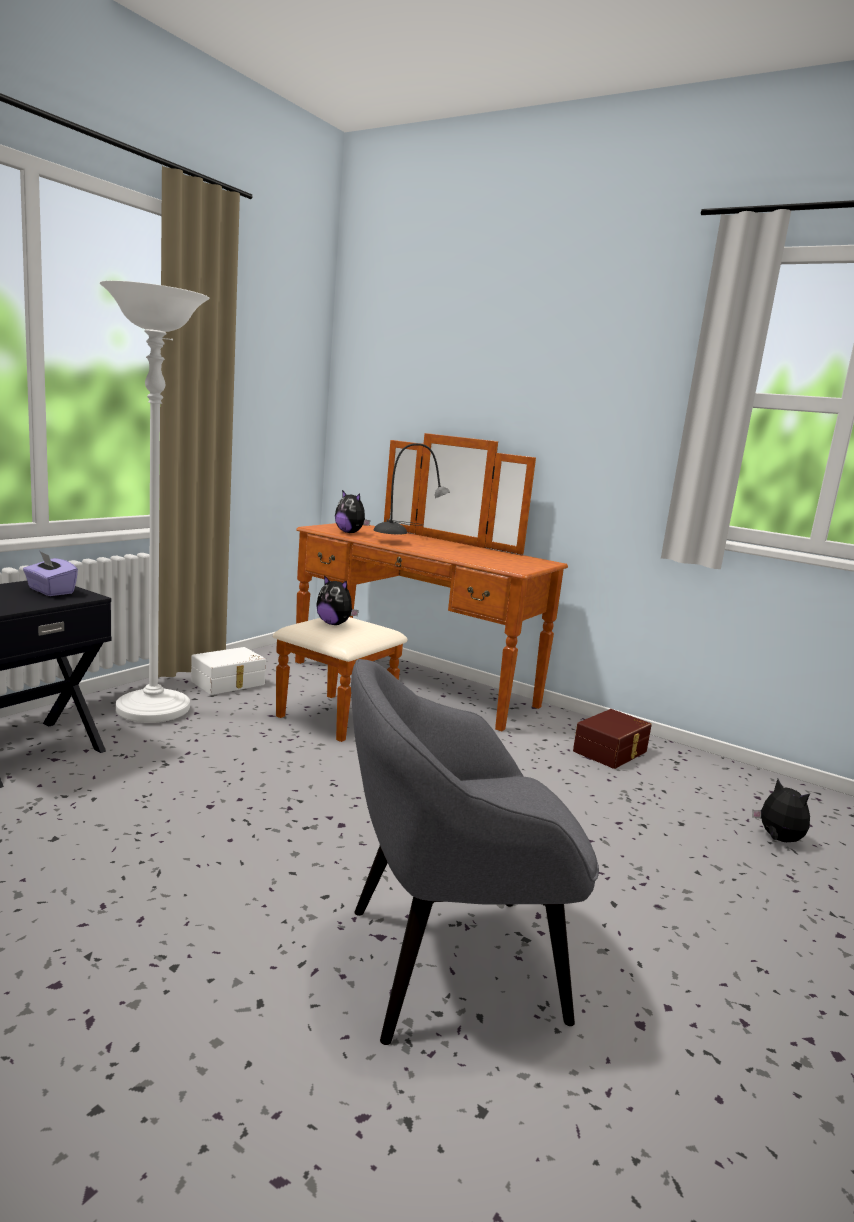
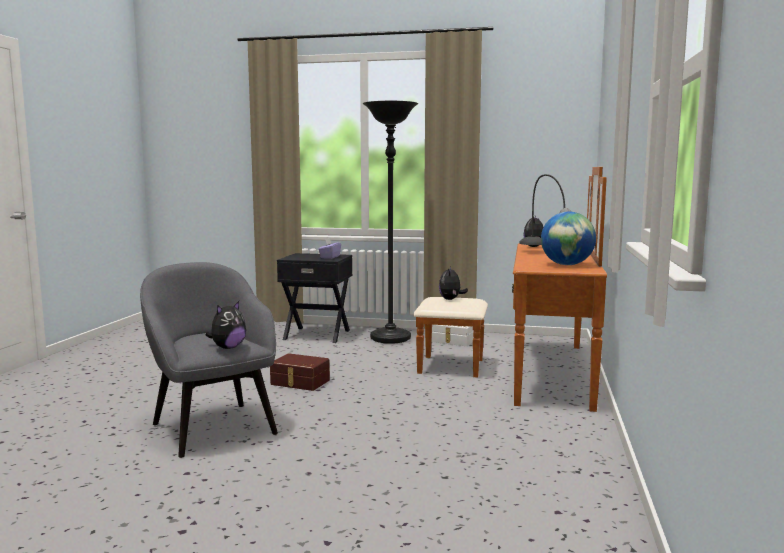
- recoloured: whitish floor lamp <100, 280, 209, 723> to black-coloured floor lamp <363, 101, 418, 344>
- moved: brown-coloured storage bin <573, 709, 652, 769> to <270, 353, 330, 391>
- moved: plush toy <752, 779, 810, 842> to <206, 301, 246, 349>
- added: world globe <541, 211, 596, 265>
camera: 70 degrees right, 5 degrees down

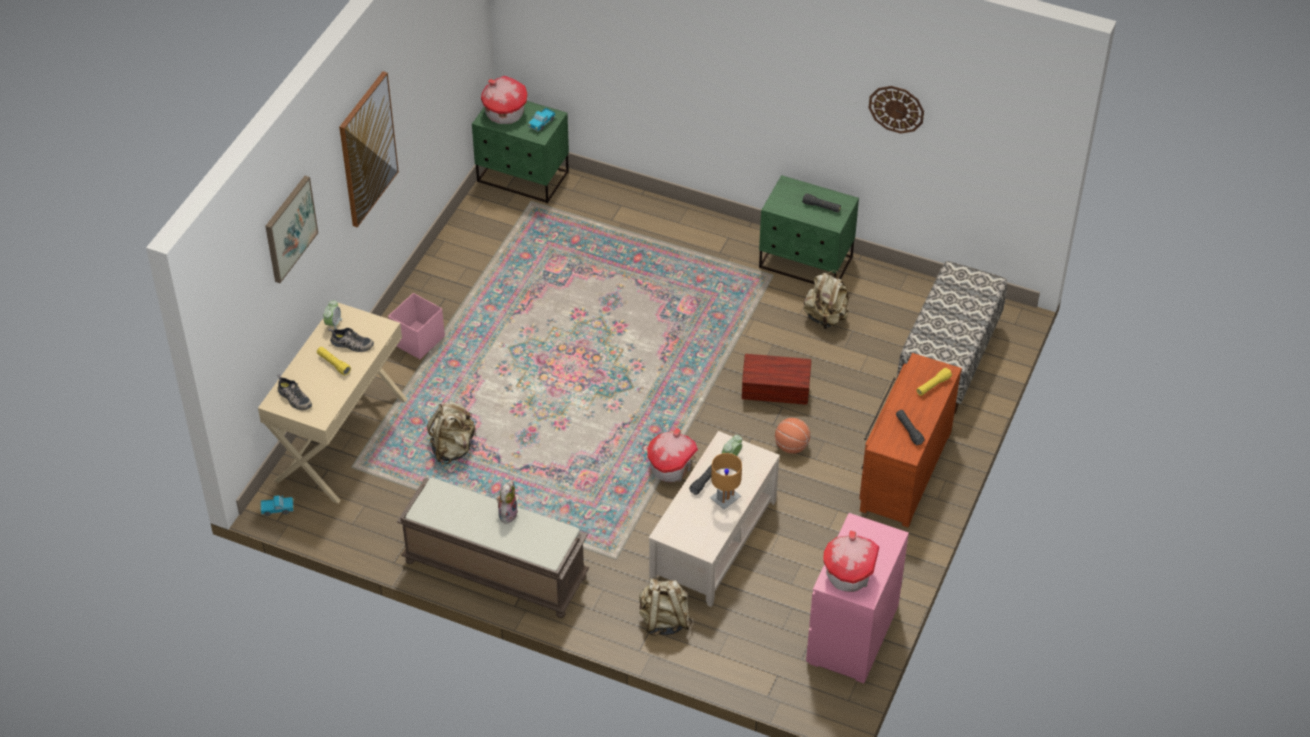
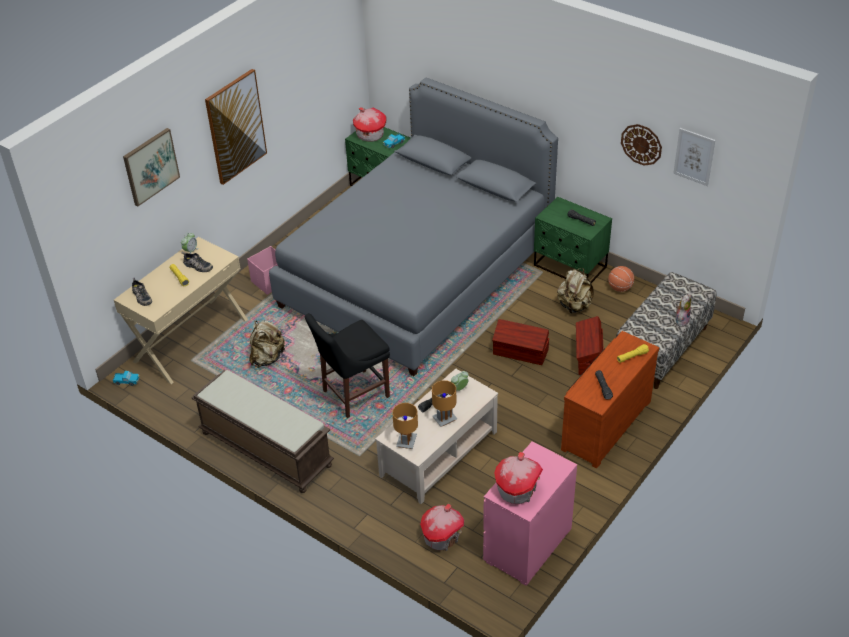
- moved: basketball ball <775, 418, 810, 454> to <608, 266, 634, 292>
- moved: model house <647, 428, 698, 482> to <420, 504, 464, 551>
- moved: plush toy <496, 480, 518, 524> to <676, 294, 691, 327>
- removed: sand-coloured knapsack <639, 577, 692, 636>
- added: grey bedroom bed <269, 78, 558, 376>
- added: wall art <673, 128, 715, 186>
- added: black-coloured chair <305, 313, 390, 418>
- added: brown-coloured storage bin <576, 316, 604, 375>
- added: brown-coloured table lamp <393, 403, 418, 449>
camera: 15 degrees right, 5 degrees down

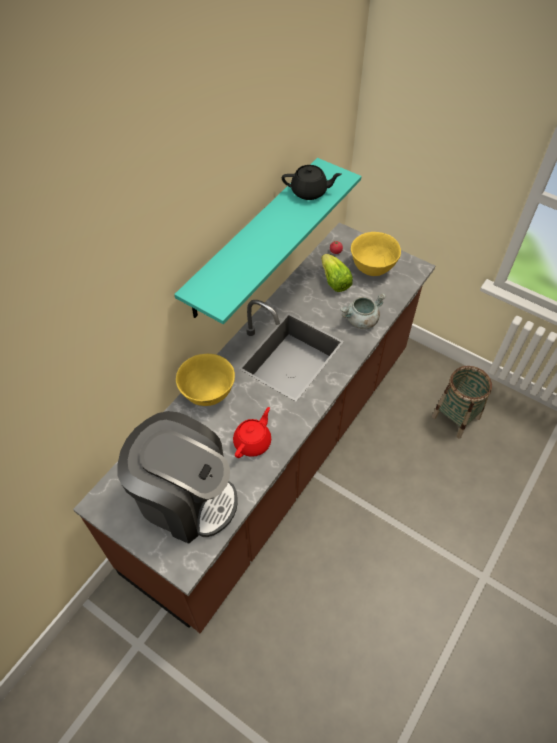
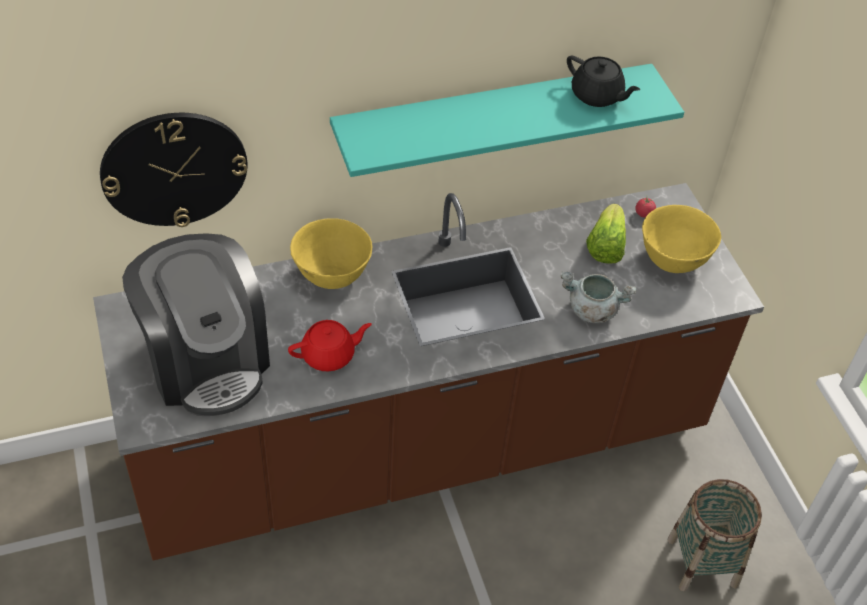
- added: hanging clock <100, 113, 248, 227>
camera: 35 degrees right, 5 degrees down

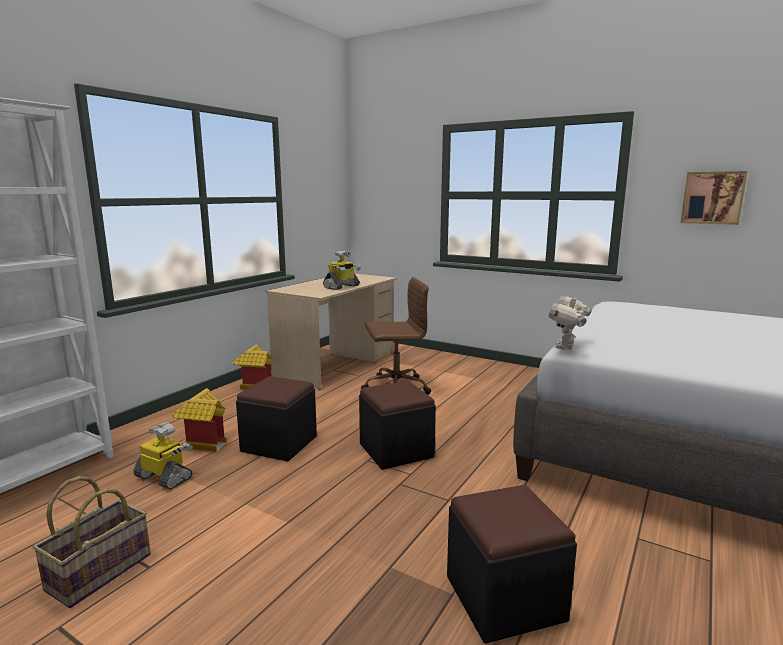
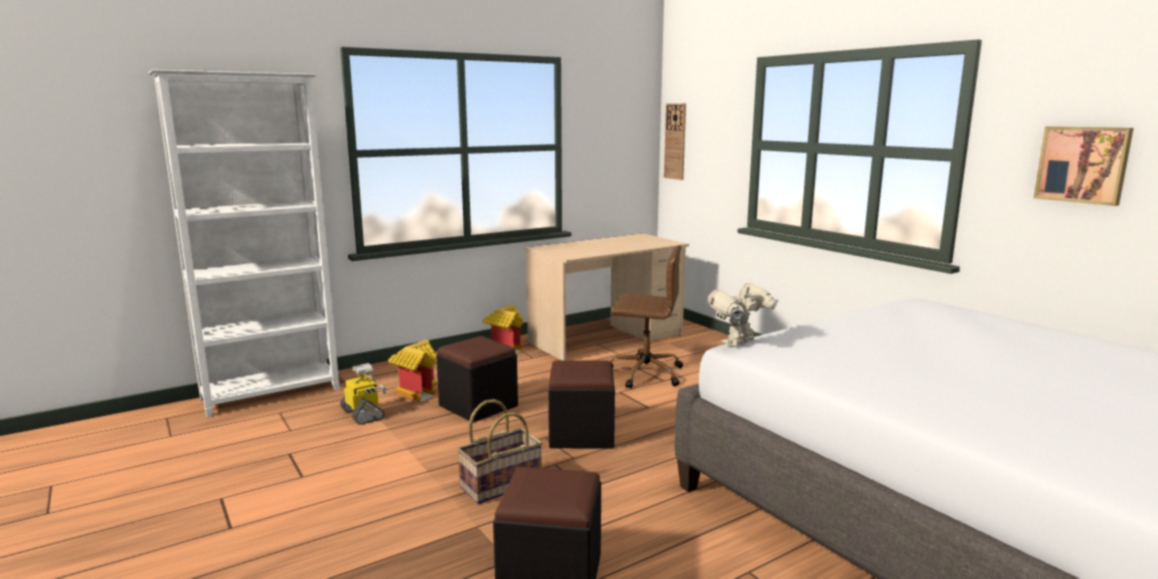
- removed: model robot <323, 251, 361, 290>
- moved: household basket <32, 476, 151, 608> to <457, 399, 543, 504>
- added: hanging clock <664, 103, 686, 180>
camera: 25 degrees right, 0 degrees up

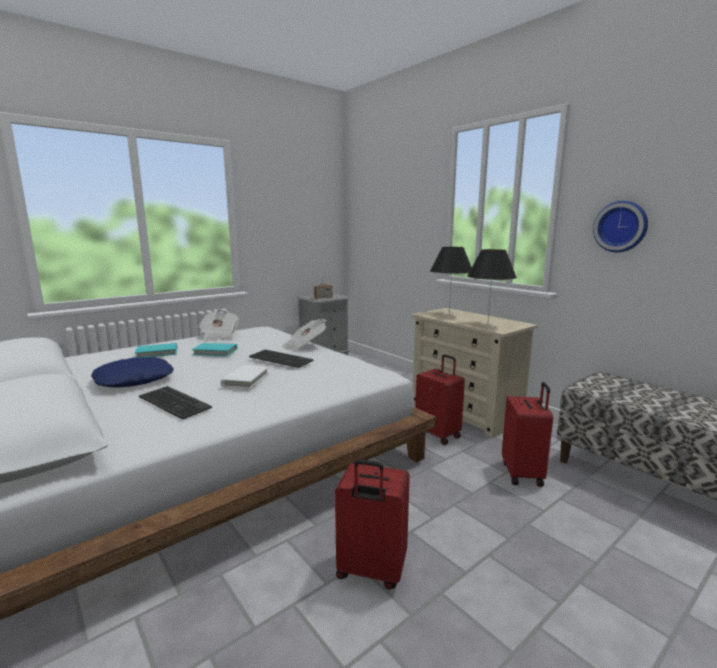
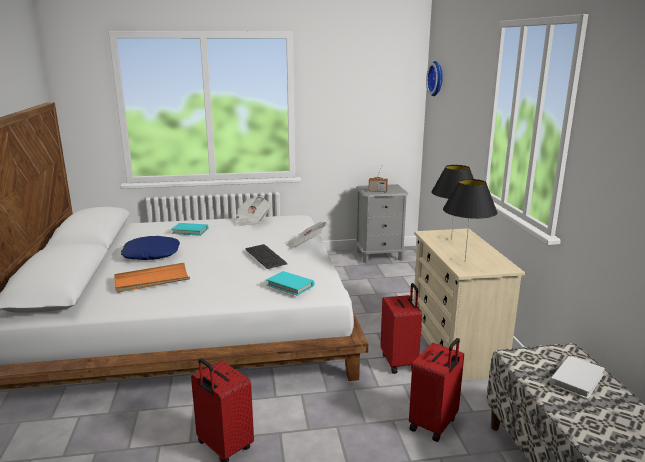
- moved: hanging clock <593, 201, 648, 252> to <426, 61, 443, 96>
- moved: turquoise-coloured bound book <192, 343, 237, 356> to <266, 271, 315, 296>
- moved: whitish bound book <221, 365, 269, 389> to <550, 356, 605, 399>
- replaced: PC keyboard <139, 386, 212, 420> to orange carrying tray <114, 263, 190, 293>
camera: 30 degrees right, 5 degrees up

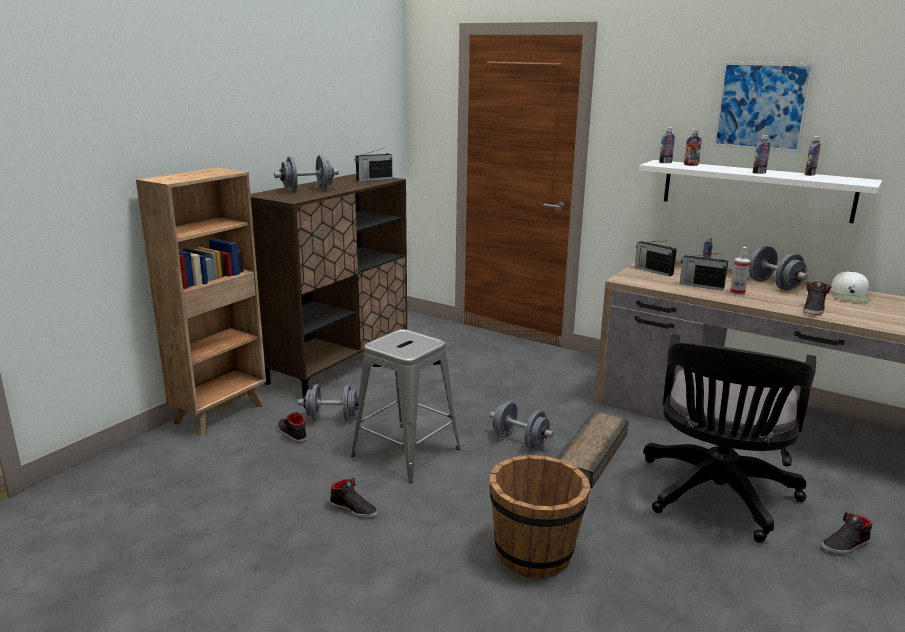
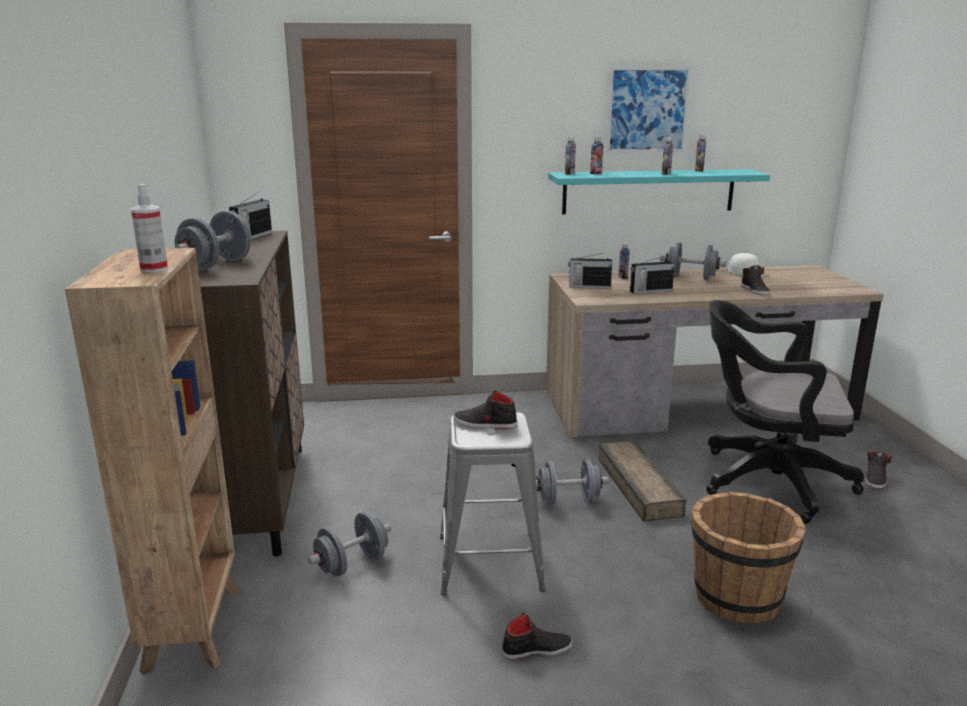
- recoloured: whitish wall shelf <639, 160, 882, 223> to turquoise-coloured wall shelf <548, 169, 770, 214>
- moved: spray bottle <730, 247, 750, 295> to <131, 184, 168, 273>
- turned: black-coloured desk chair <643, 334, 816, 543> = <706, 300, 864, 524> 120 degrees clockwise
- moved: black-coloured shoe <278, 412, 307, 443> to <453, 390, 517, 429>
camera: 40 degrees left, 0 degrees up

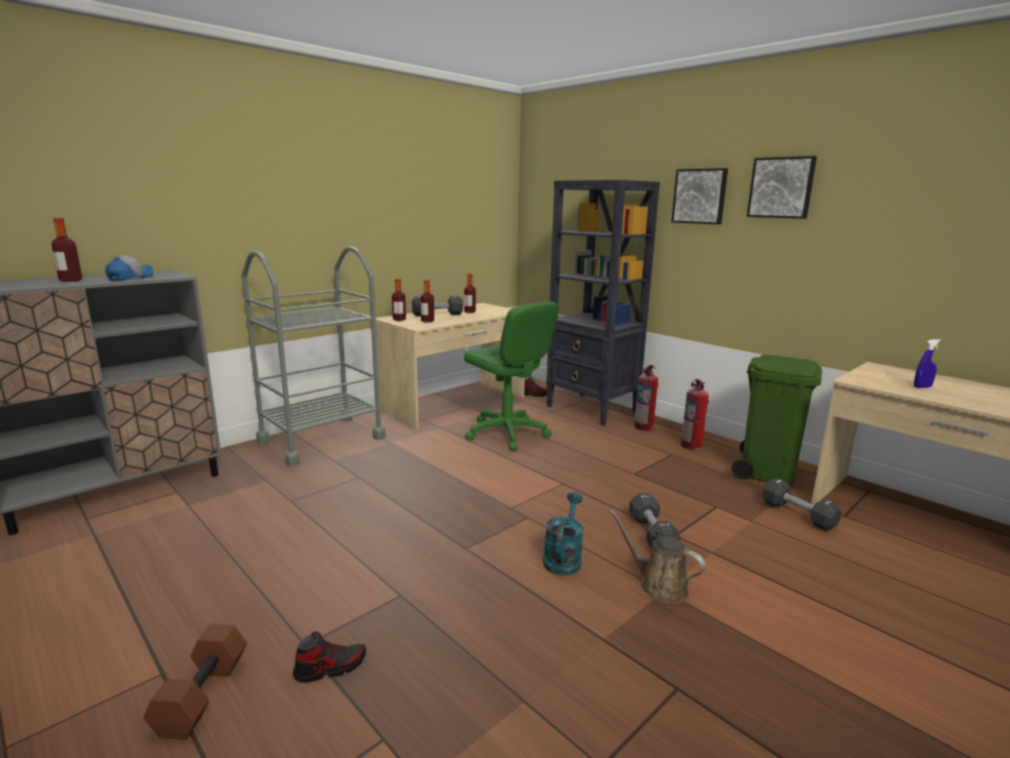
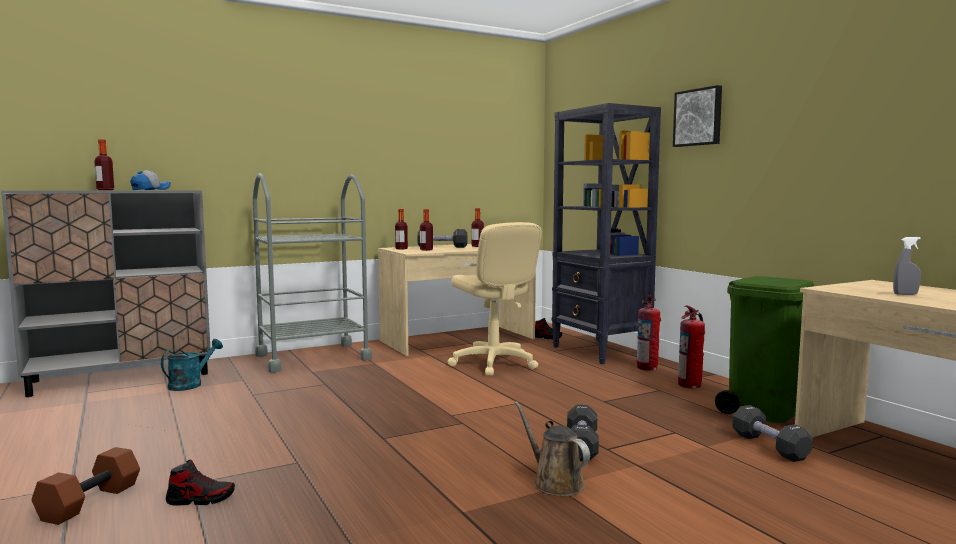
- removed: wall art <747, 156, 817, 219>
- recoloured: green-coloured desk chair <464, 301, 559, 450> to sand-coloured desk chair <448, 222, 542, 376>
- recoloured: blue spray bottle <914, 339, 941, 388> to grey spray bottle <893, 237, 921, 295>
- moved: turquoise-coloured watering can <543, 492, 584, 575> to <161, 339, 223, 391>
camera: 15 degrees right, 10 degrees down

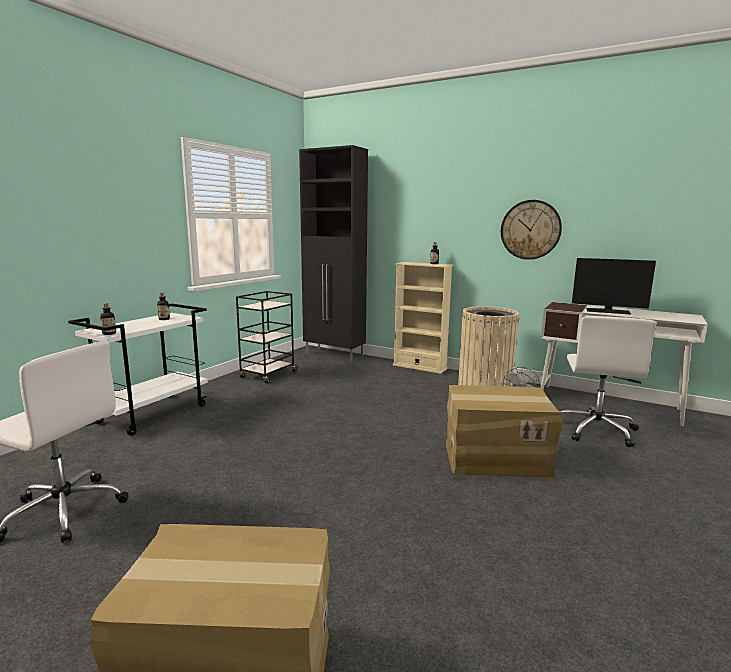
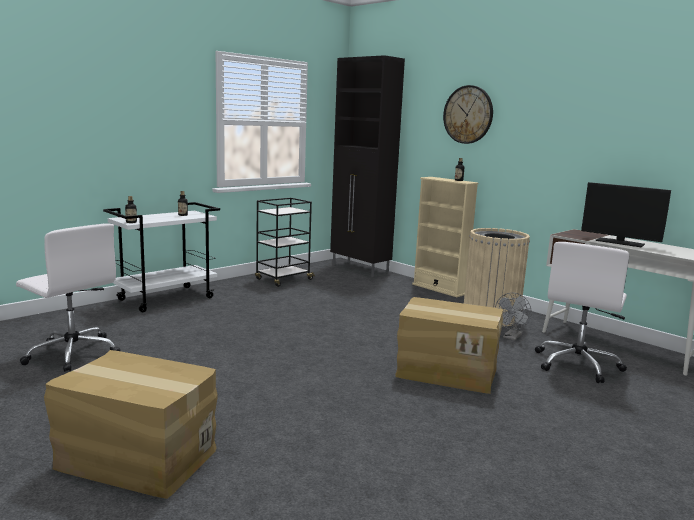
- moved: hanging clock <501, 200, 562, 260> to <443, 85, 493, 144>
camera: 15 degrees right, 0 degrees up

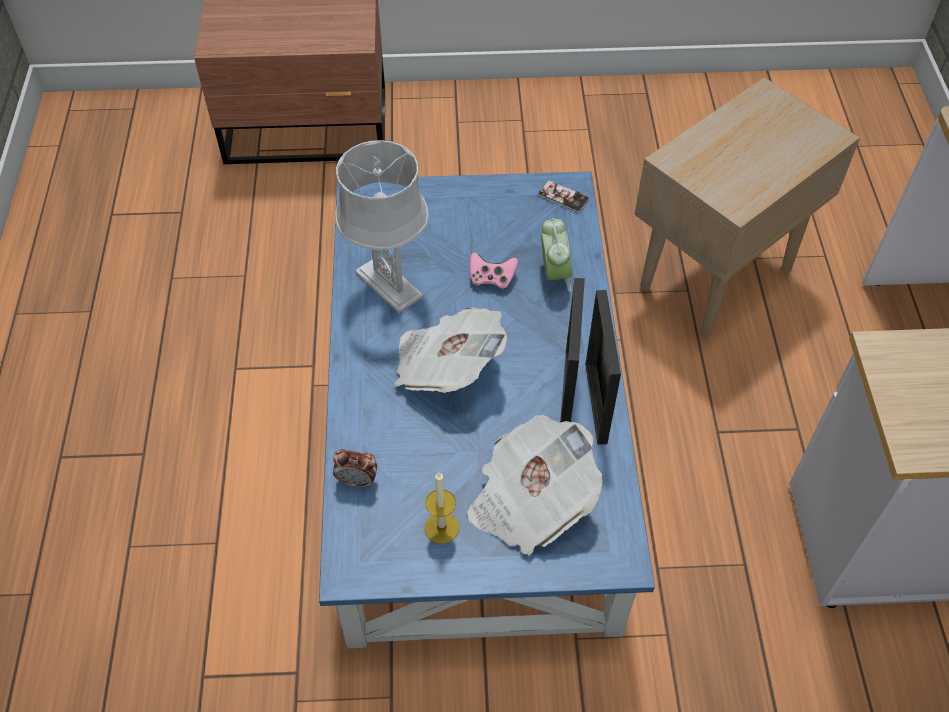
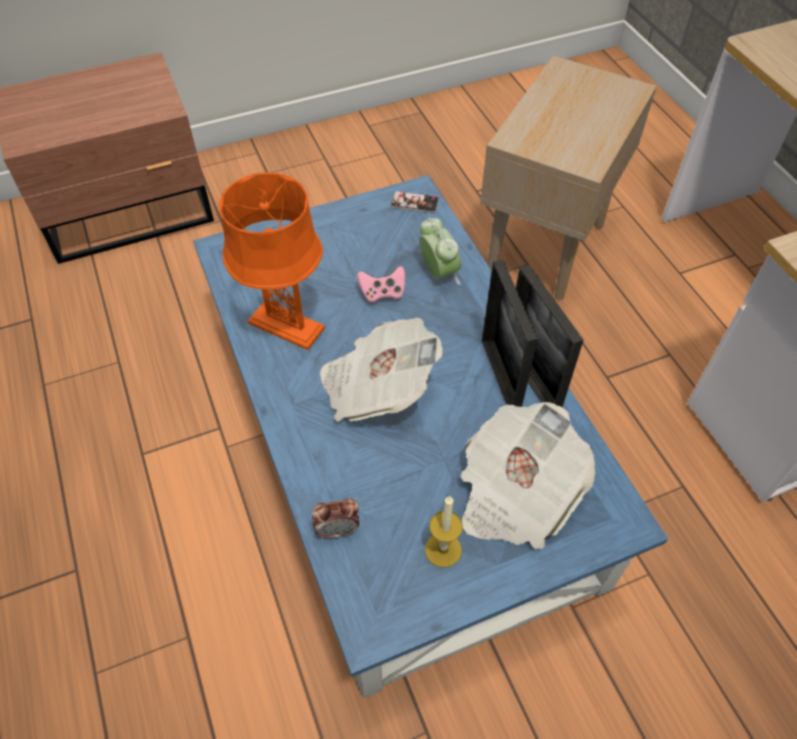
- recoloured: grey table lamp <335, 140, 429, 313> to orange table lamp <219, 172, 325, 350>
camera: 20 degrees left, 0 degrees up

